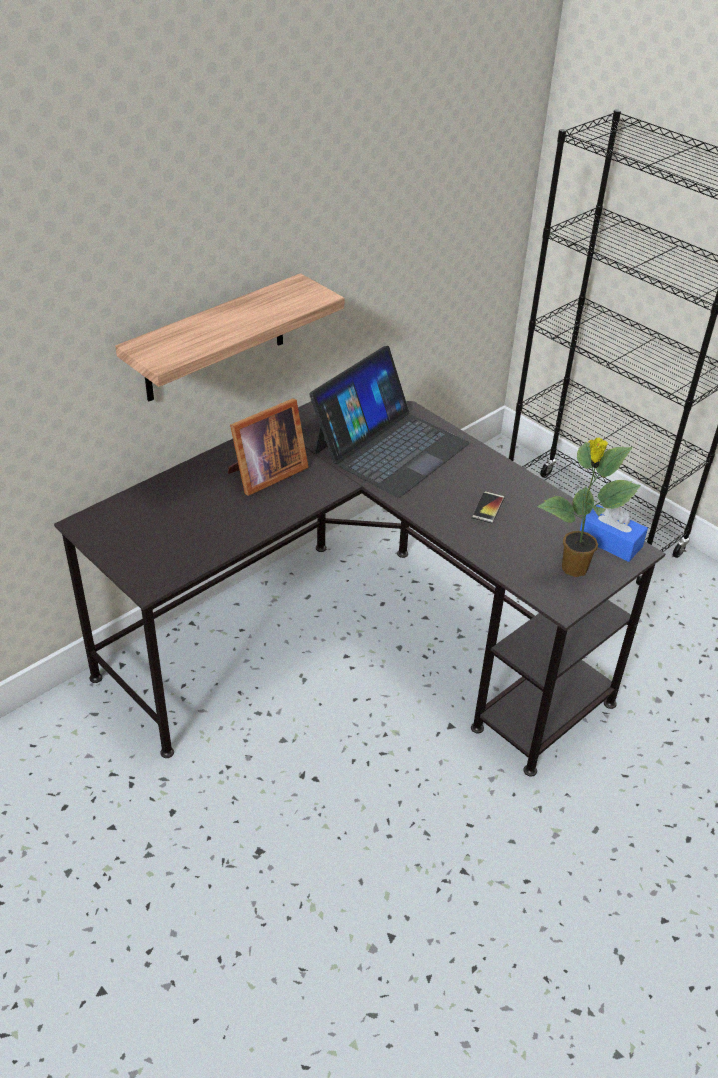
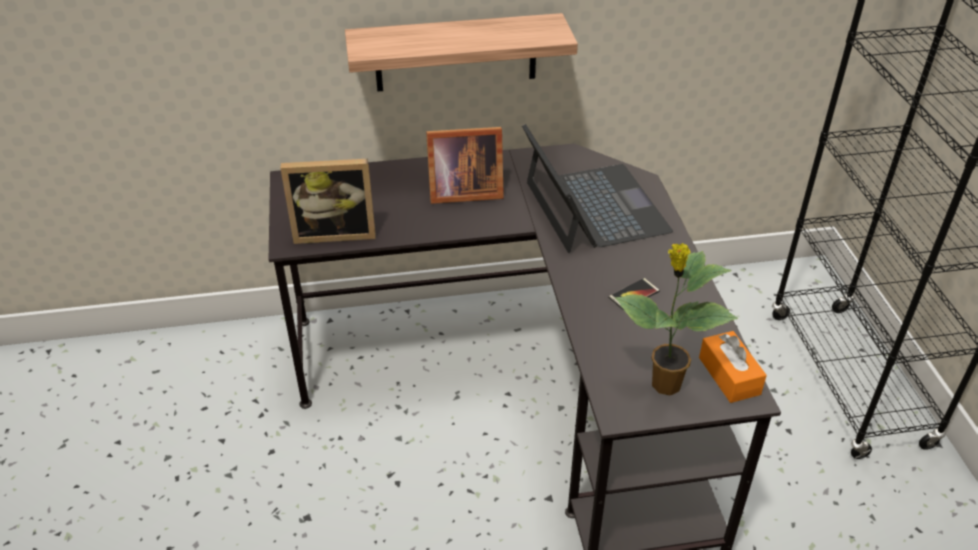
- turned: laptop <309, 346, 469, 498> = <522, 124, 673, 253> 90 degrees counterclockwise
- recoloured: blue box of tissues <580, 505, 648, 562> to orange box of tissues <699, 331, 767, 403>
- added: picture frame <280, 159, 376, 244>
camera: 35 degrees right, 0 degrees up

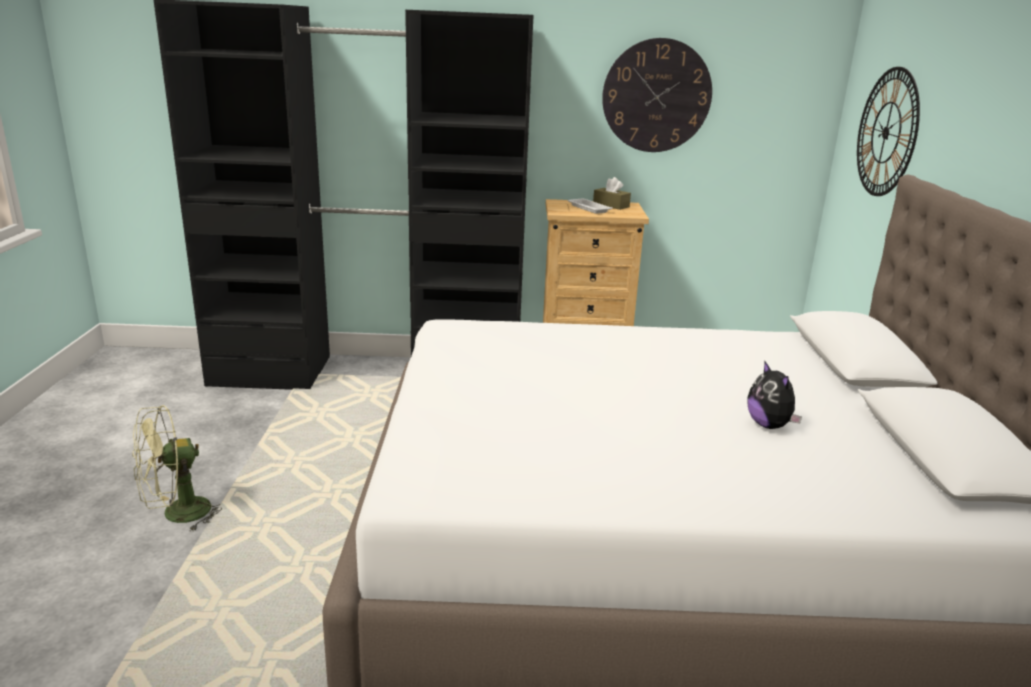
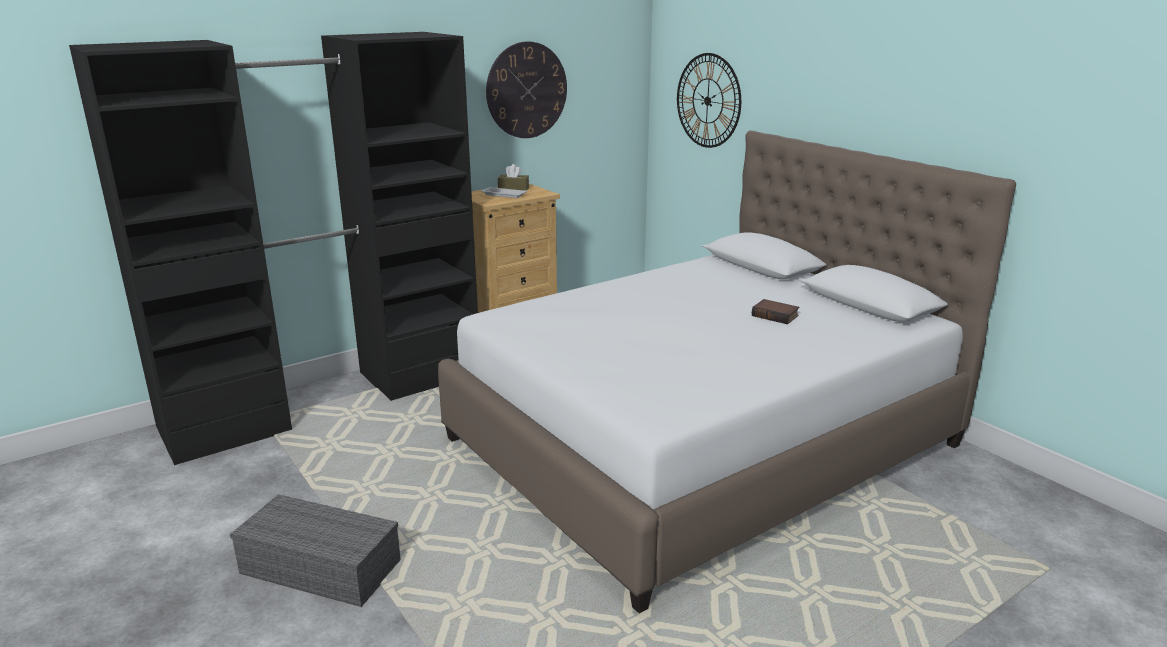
- replaced: plush toy <747, 360, 802, 429> to bound book <752, 299, 799, 324>
- replaced: green-coloured fan <132, 405, 222, 531> to grey storage bin <230, 494, 401, 607>
camera: 35 degrees left, 0 degrees up

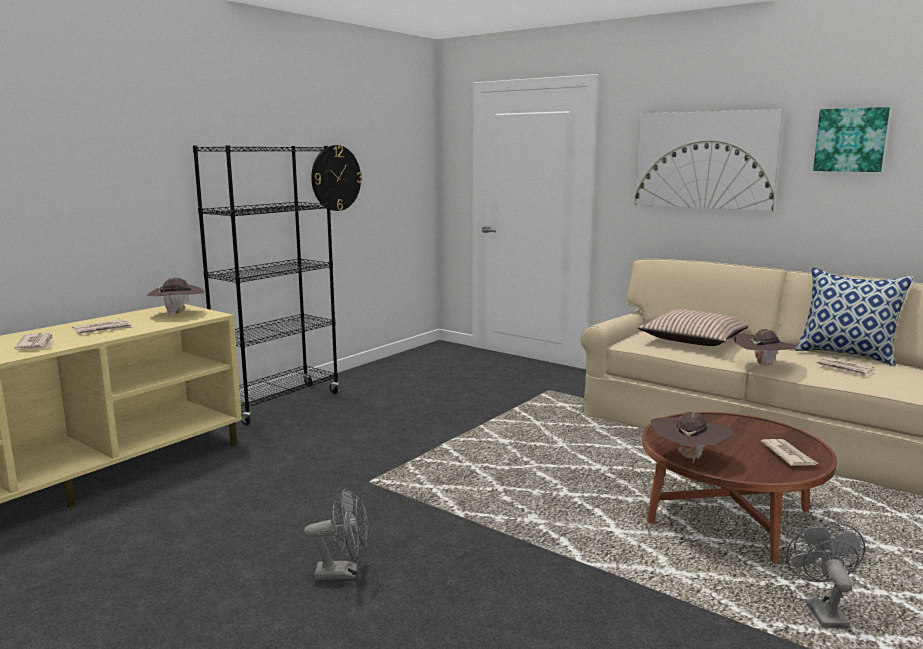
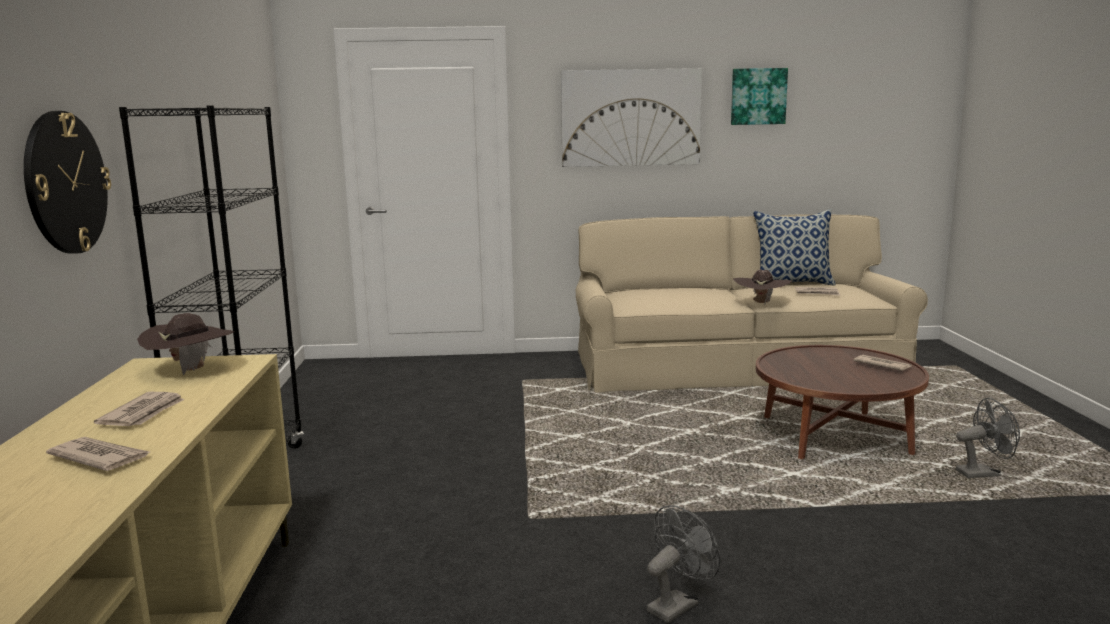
- moved: hanging clock <311, 145, 362, 211> to <24, 111, 111, 254>
- removed: pillow <637, 309, 748, 346>
- removed: brown-coloured hat <651, 411, 734, 463>
- turned: grey fan <786, 522, 866, 629> = <956, 398, 1020, 478> 120 degrees clockwise
camera: 40 degrees left, 0 degrees up

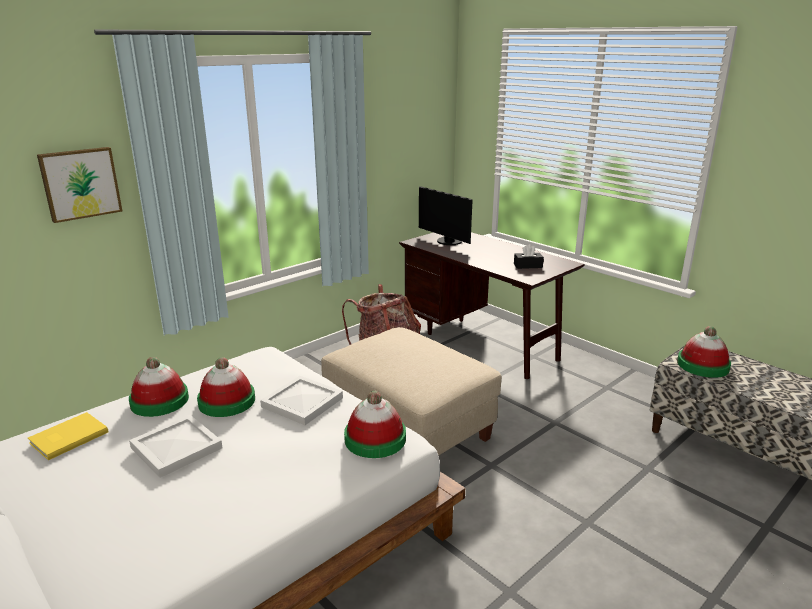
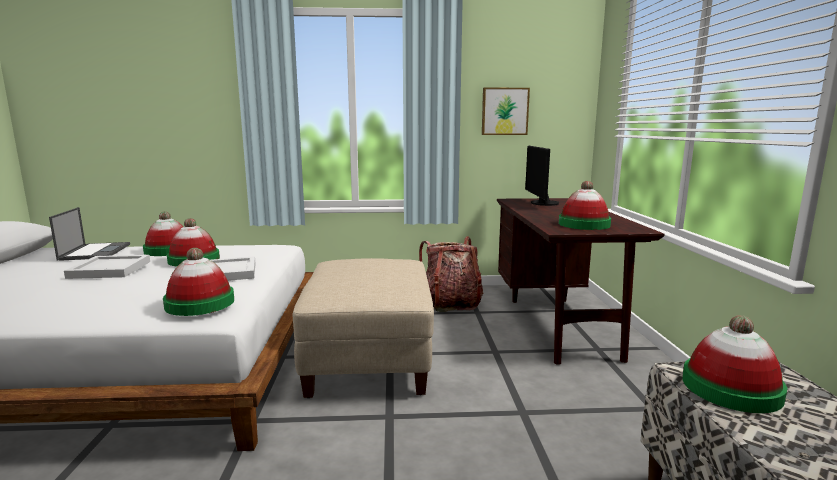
- moved: wall art <37, 147, 122, 223> to <482, 88, 530, 135>
- replaced: black-coloured box of tissues <514, 244, 544, 269> to hat <558, 181, 611, 230>
- replaced: yellow-coloured bound book <28, 412, 108, 460> to laptop <49, 207, 130, 261>
camera: 40 degrees right, 10 degrees down

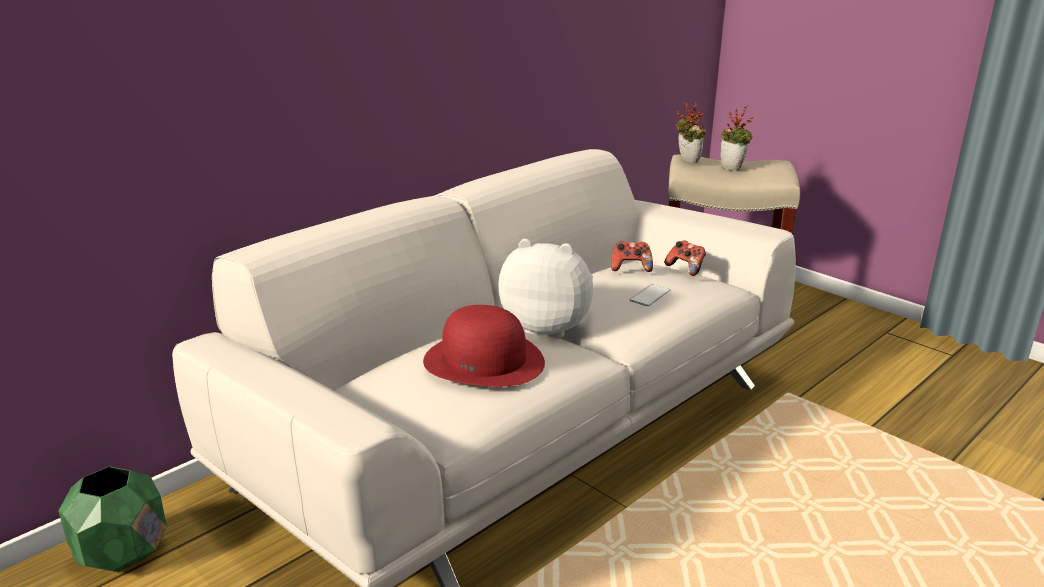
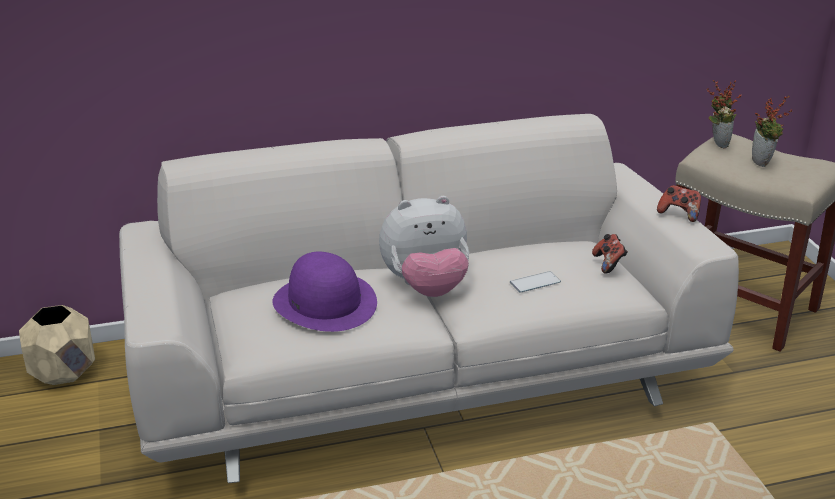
- turned: plush toy <498, 239, 593, 339> = <379, 196, 469, 297> 120 degrees clockwise
- moved: game controller <611, 241, 653, 272> to <657, 185, 701, 222>
- recoloured: reddish hat <423, 305, 545, 387> to purple hat <272, 252, 377, 332>
- recoloured: green-coloured plant pot <58, 466, 167, 572> to sand-coloured plant pot <19, 305, 95, 385>
camera: 30 degrees right, 5 degrees up

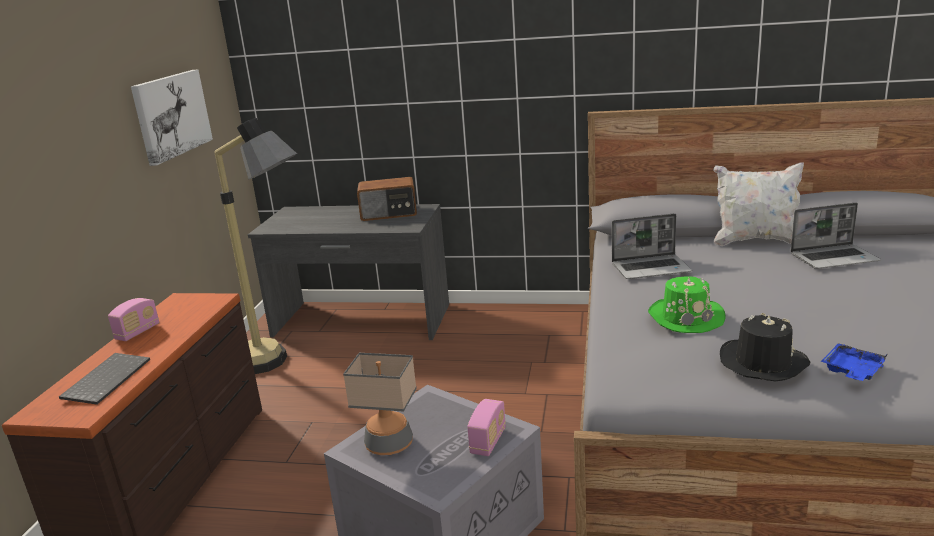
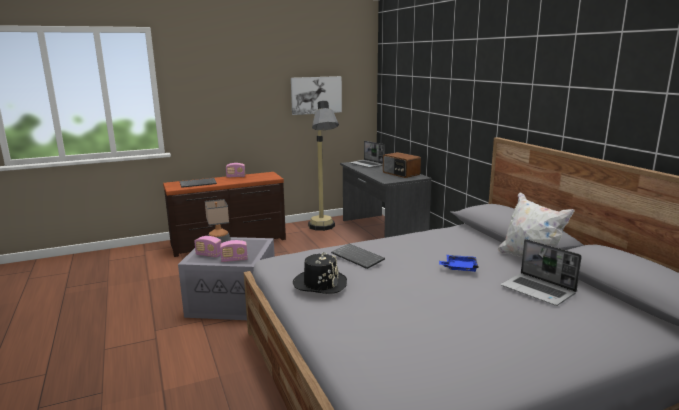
- moved: laptop <612, 213, 692, 279> to <349, 141, 385, 168>
- replaced: green-coloured hat <648, 276, 726, 333> to PC keyboard <331, 244, 385, 269>
- moved: blue carrying tray <821, 343, 888, 381> to <439, 255, 478, 272>
- added: radio <194, 236, 221, 258>
camera: 55 degrees right, 5 degrees down

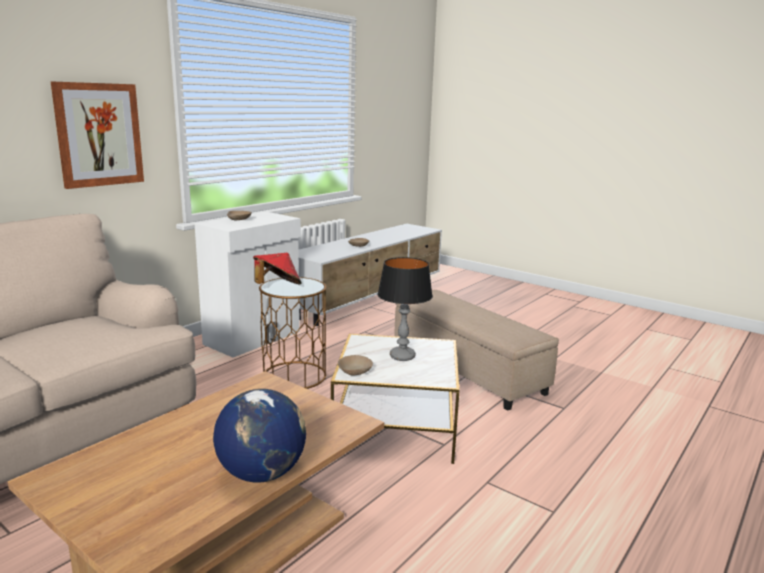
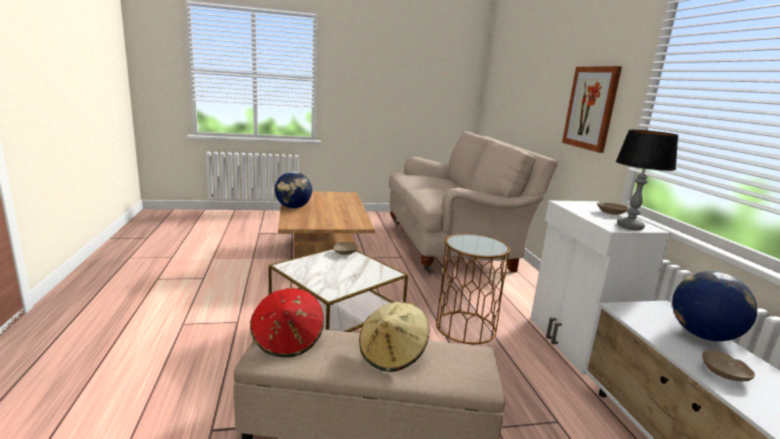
- moved: reddish hat <253, 253, 302, 285> to <250, 288, 324, 357>
- moved: table lamp <378, 257, 433, 361> to <616, 130, 679, 230>
- added: world globe <672, 271, 757, 341>
- added: sand-coloured hat <359, 302, 430, 372>
camera: 130 degrees right, 0 degrees up

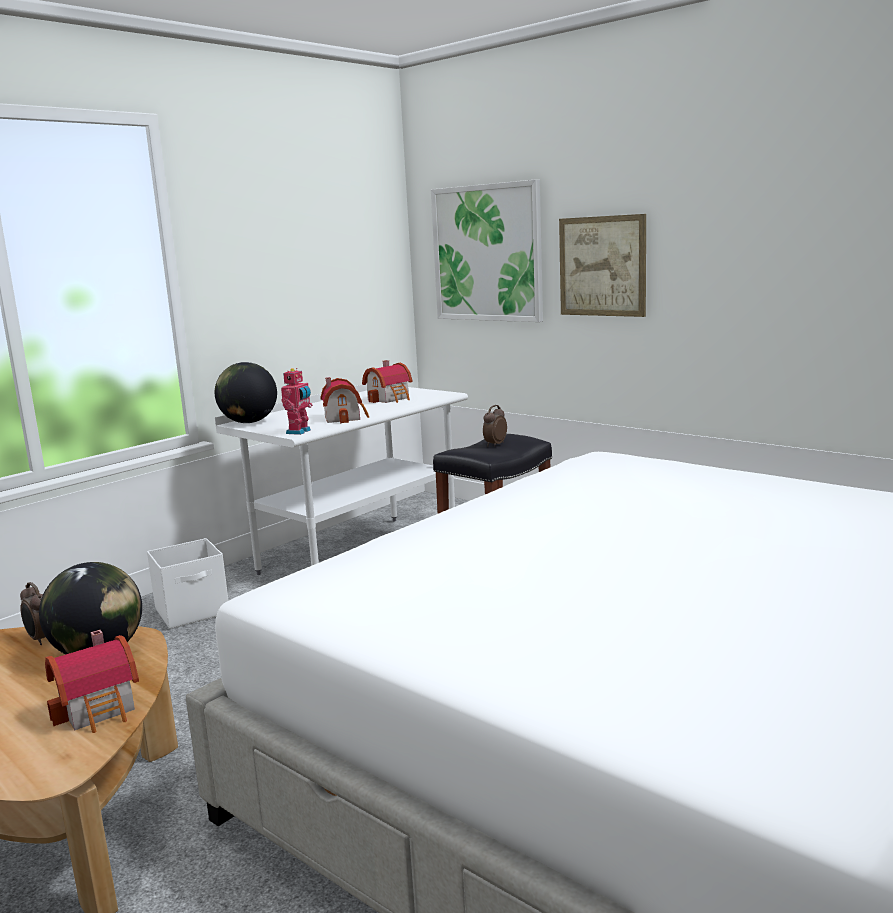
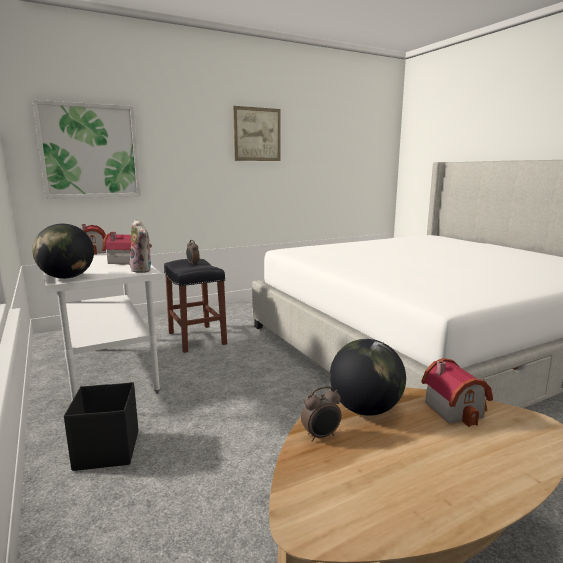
- moved: wall art <559, 214, 646, 317> to <233, 106, 281, 161>
- replaced: model robot <281, 368, 313, 435> to plush toy <130, 220, 152, 273>
- recoloured: whitish storage bin <147, 538, 229, 629> to black-coloured storage bin <64, 382, 138, 471>
camera: 70 degrees left, 0 degrees up

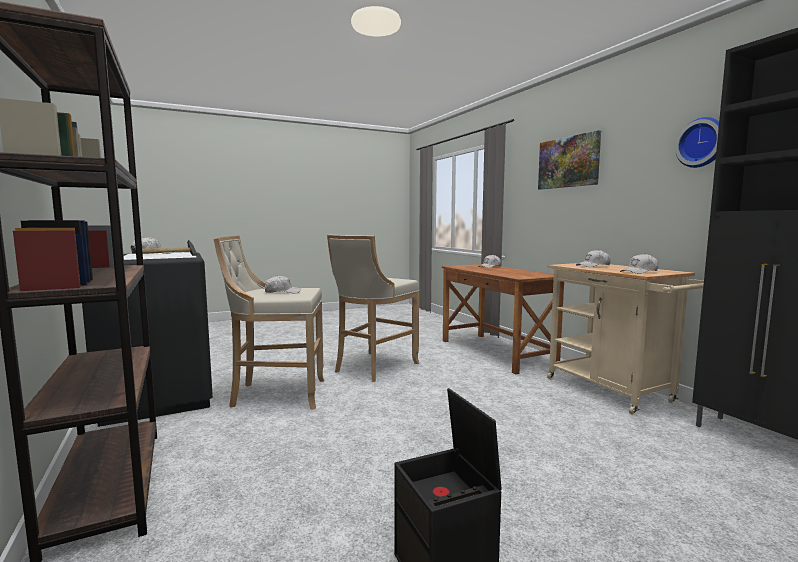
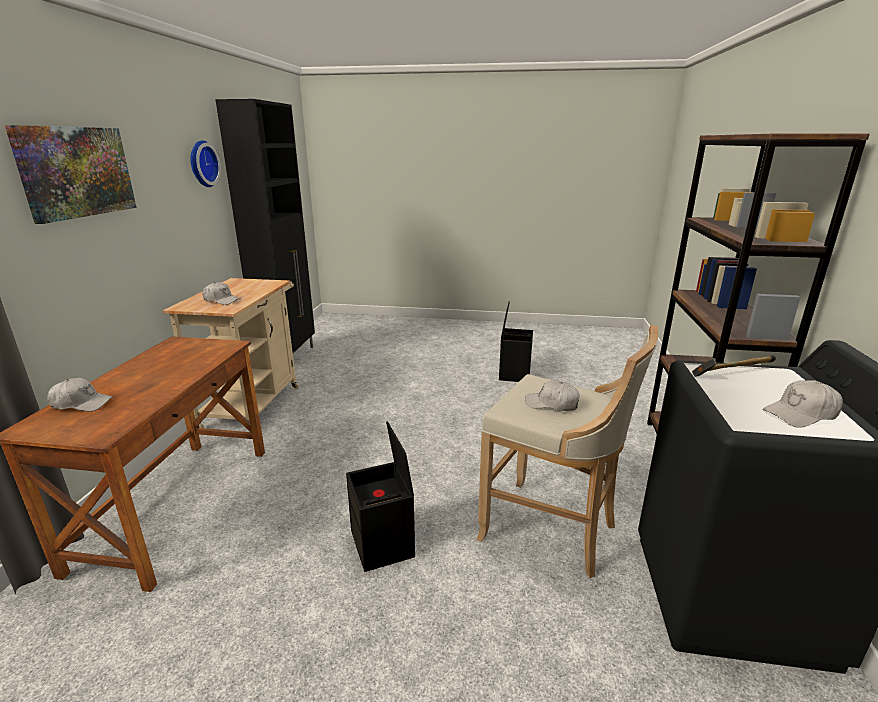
- replaced: sand-coloured sitting stool <327, 235, 419, 382> to black-coloured storage bin <346, 421, 415, 572>
- removed: whitish peaked cap <620, 253, 658, 274>
camera: 145 degrees left, 15 degrees up

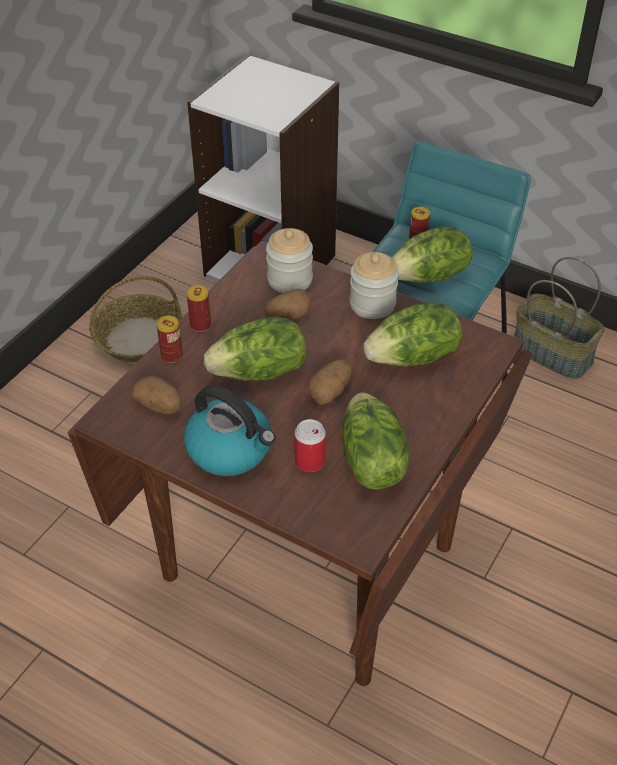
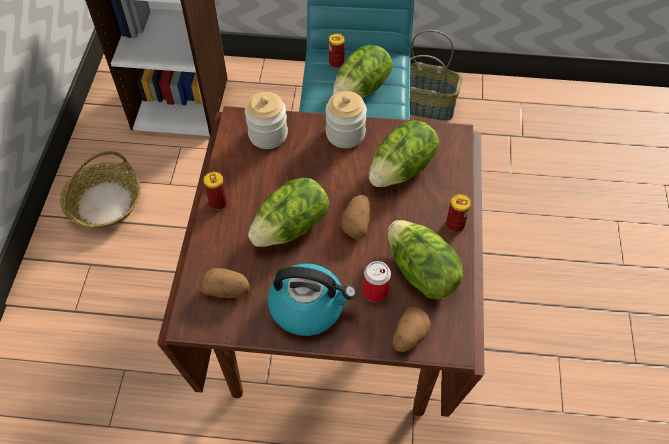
- moved: spud <265, 289, 311, 321> to <392, 306, 431, 352>
- moved: metal can <156, 316, 183, 363> to <446, 194, 471, 232>
camera: 25 degrees left, 10 degrees up

